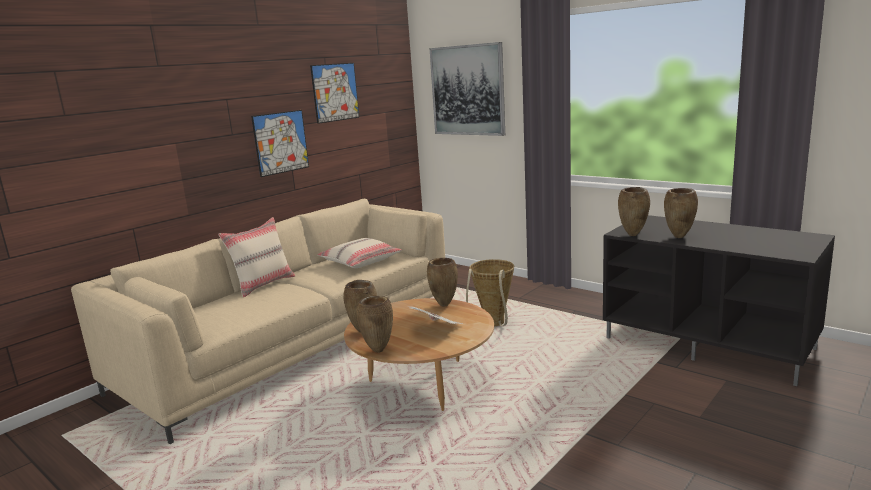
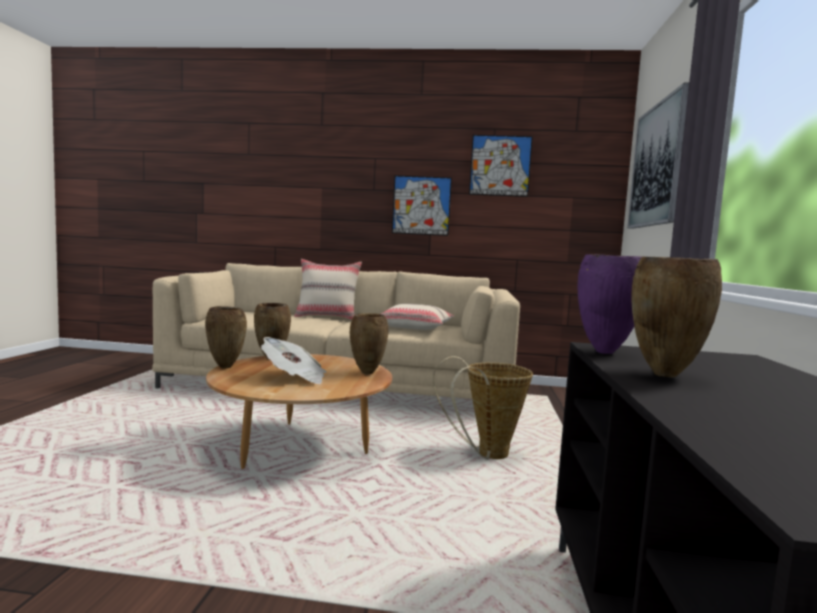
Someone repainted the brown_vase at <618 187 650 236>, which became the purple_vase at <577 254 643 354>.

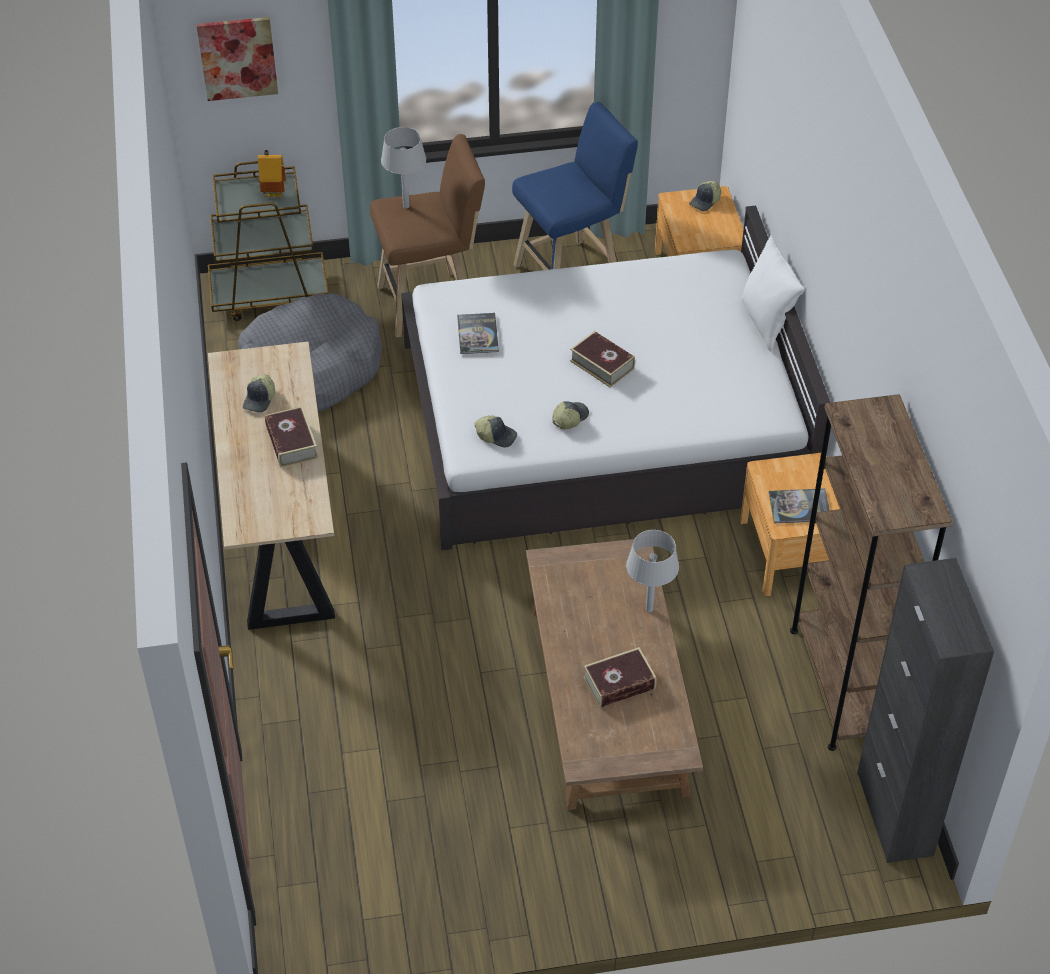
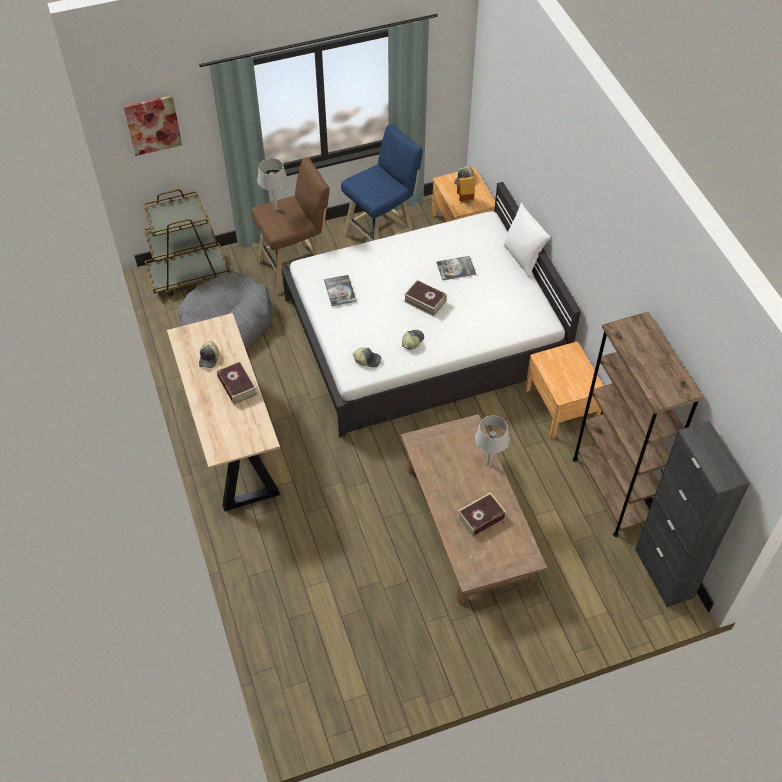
Someone carried the toy_house from <258 150 286 198> to <457 174 475 204>.
Someone carried the book from <769 488 830 523> to <437 256 476 280>.

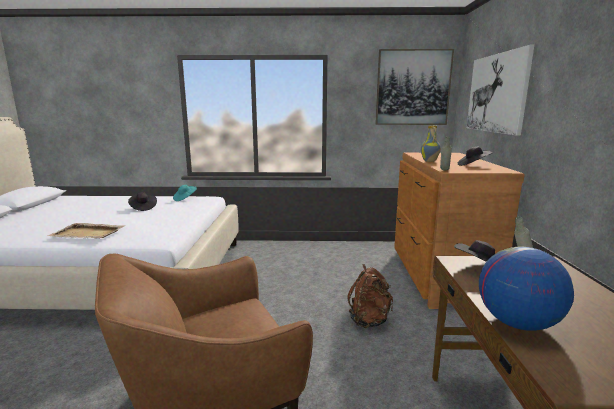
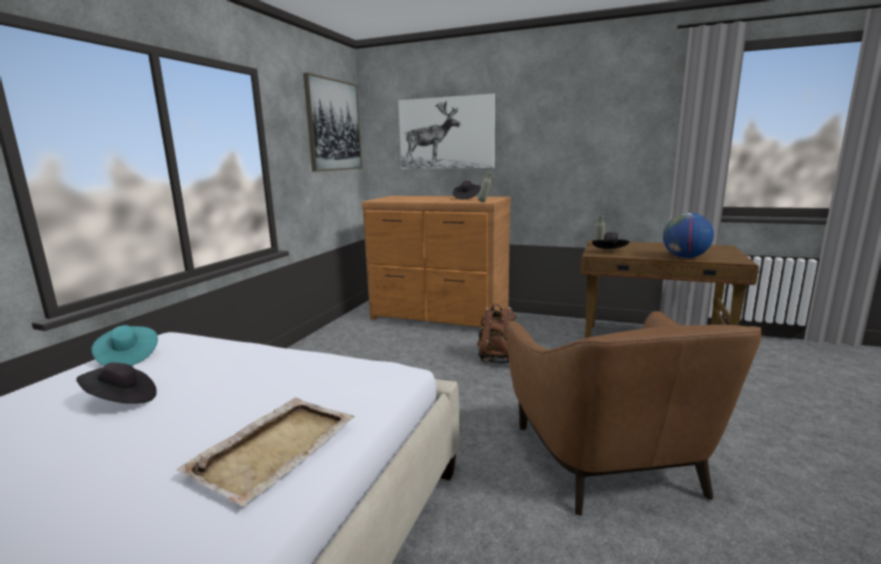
Someone took away the vase at <421 126 441 162>.

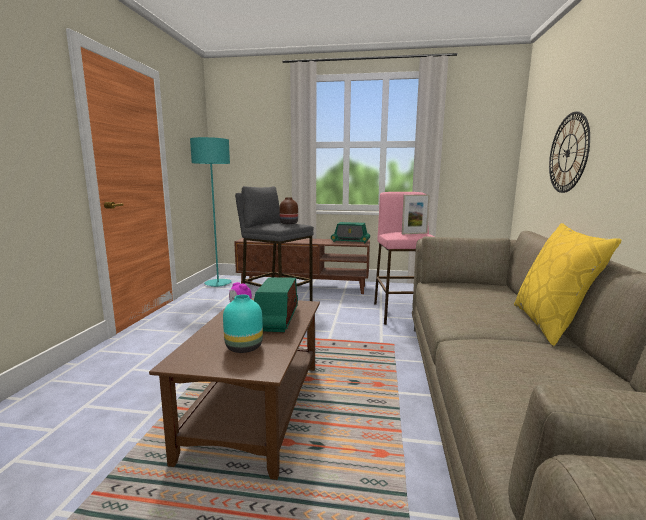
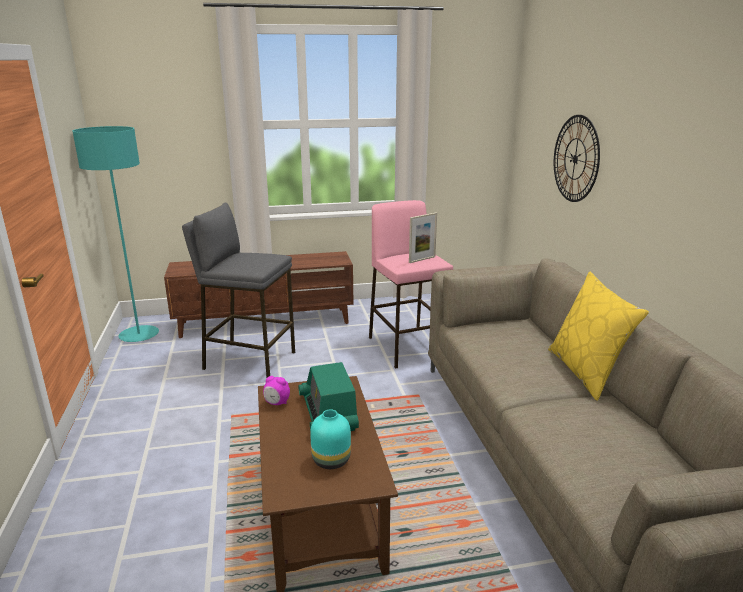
Someone took away the brown_vase at <279 197 298 224>.
Someone took away the radio at <331 222 370 243>.

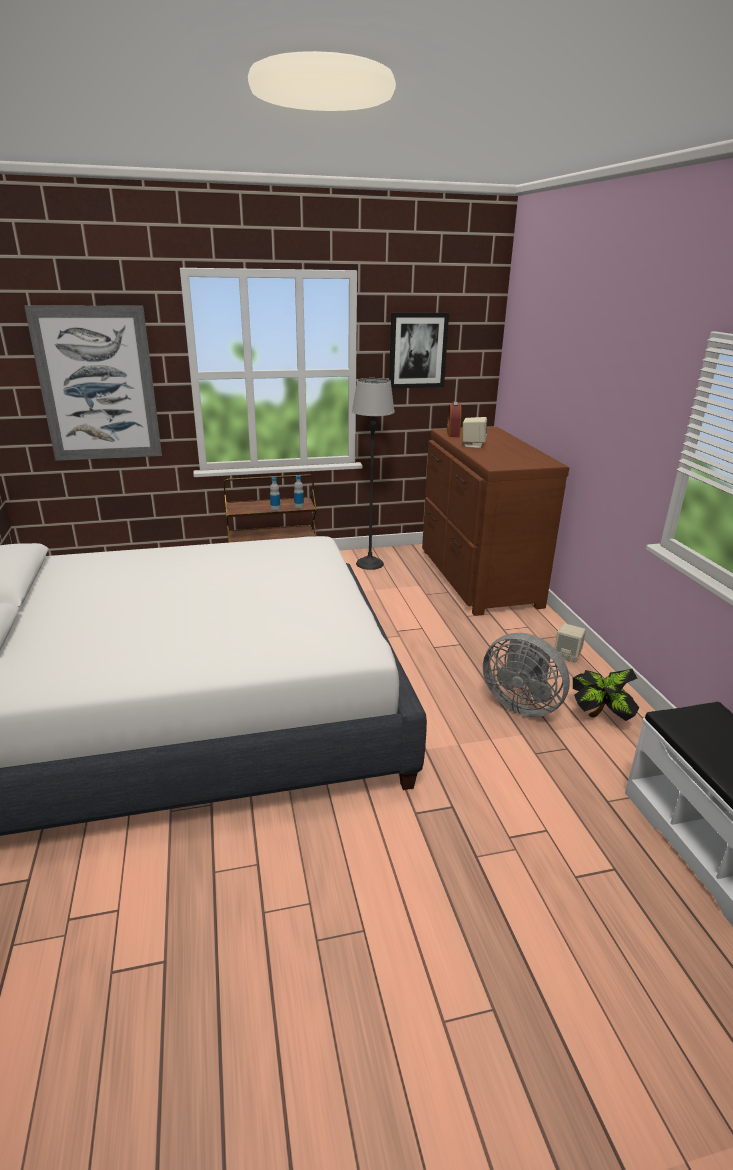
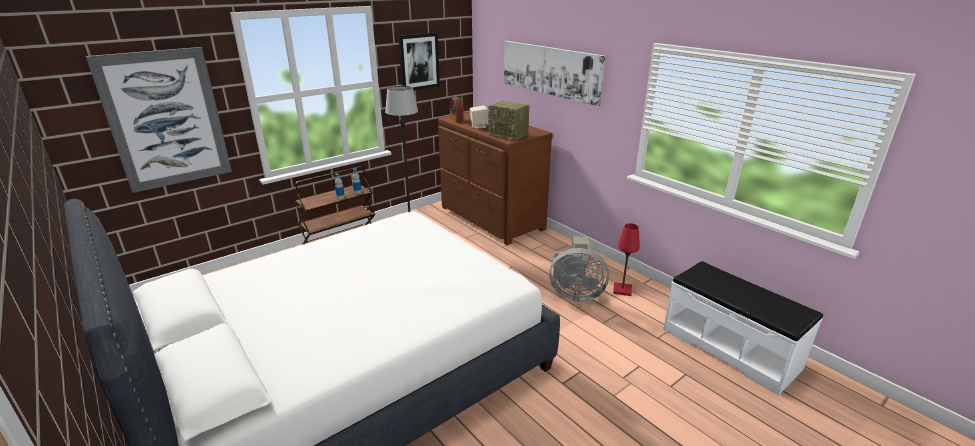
Someone swapped the potted_plant at <573 669 639 721> for the red_table_lamp at <613 223 640 296>.
Someone put down the radio at <489 101 529 141>.
Someone put up the picture at <504 41 605 106>.

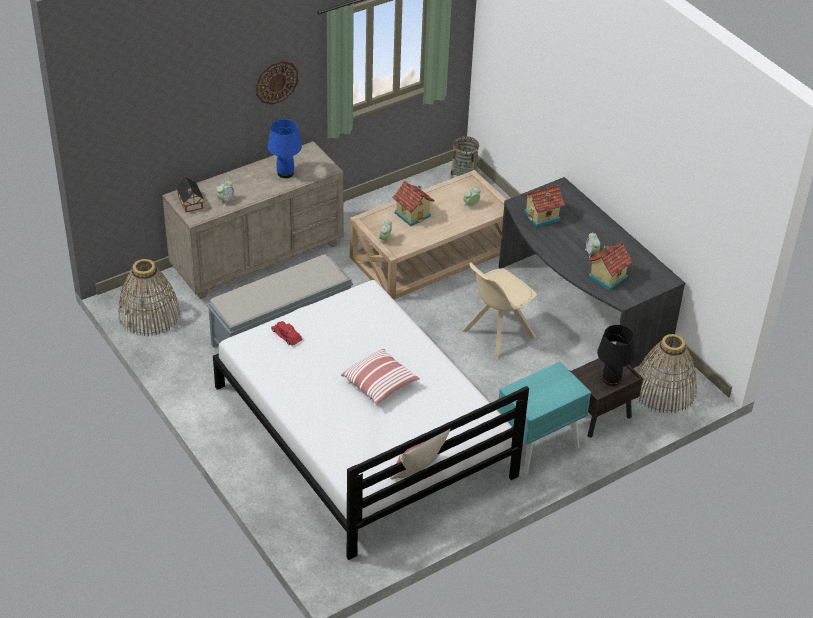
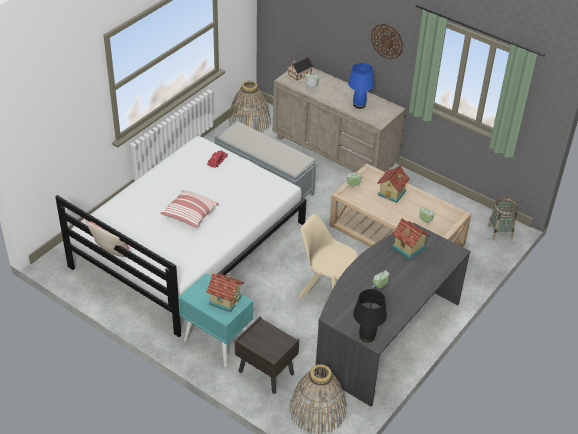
Someone carried the toy_house from <587 242 633 290> to <206 273 244 312>.
Someone carried the black_table_lamp from <597 325 635 386> to <353 289 387 342>.

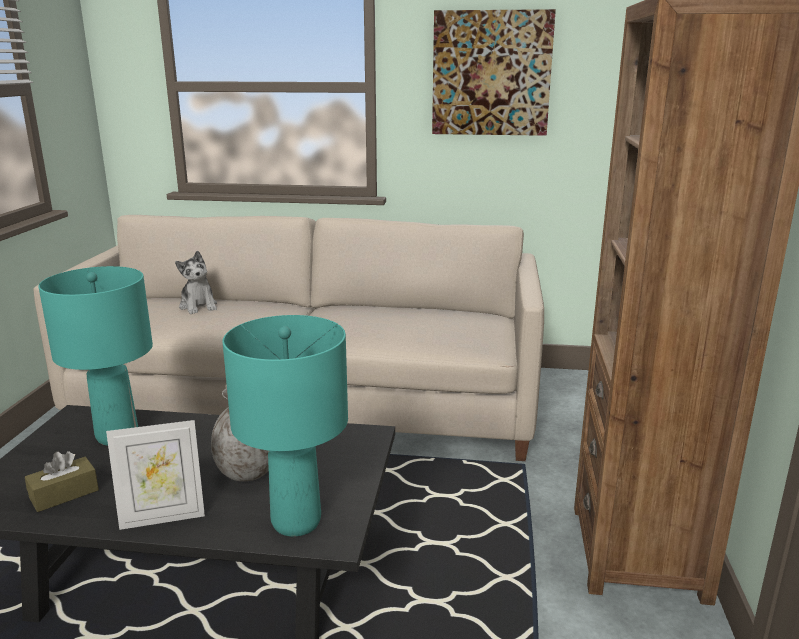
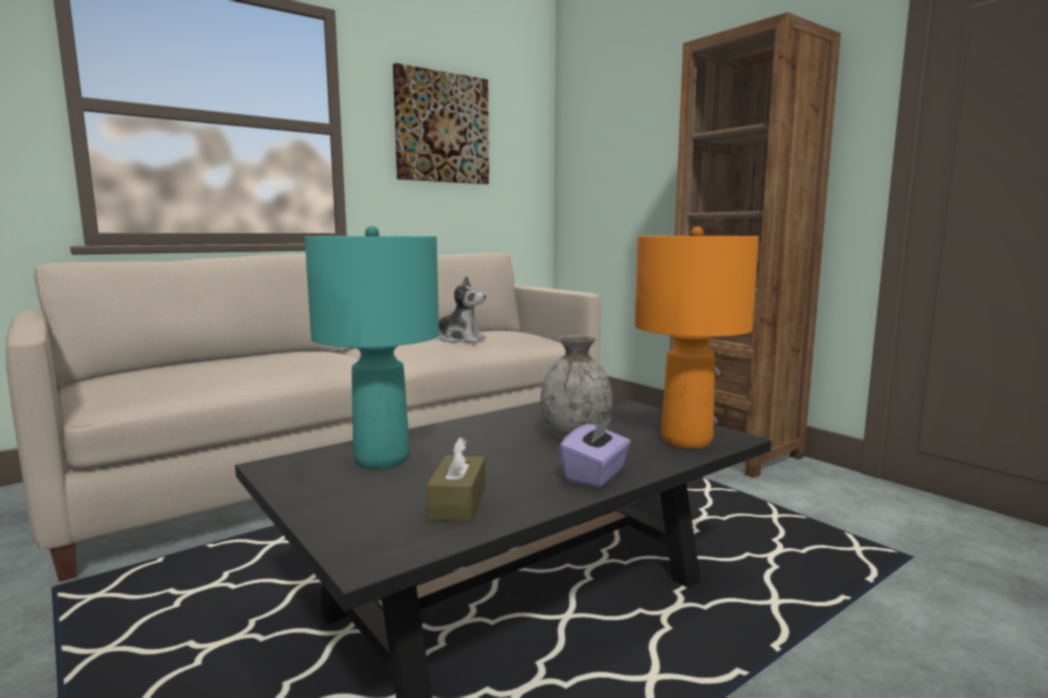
Someone swapped the picture_frame at <106 420 205 530> for the purple_tissue_box at <559 417 631 488>.
Someone carried the plush_toy from <175 251 217 314> to <439 276 486 343>.
Someone repainted the turquoise_table_lamp at <223 315 348 537>, which became the orange_table_lamp at <635 227 759 449>.

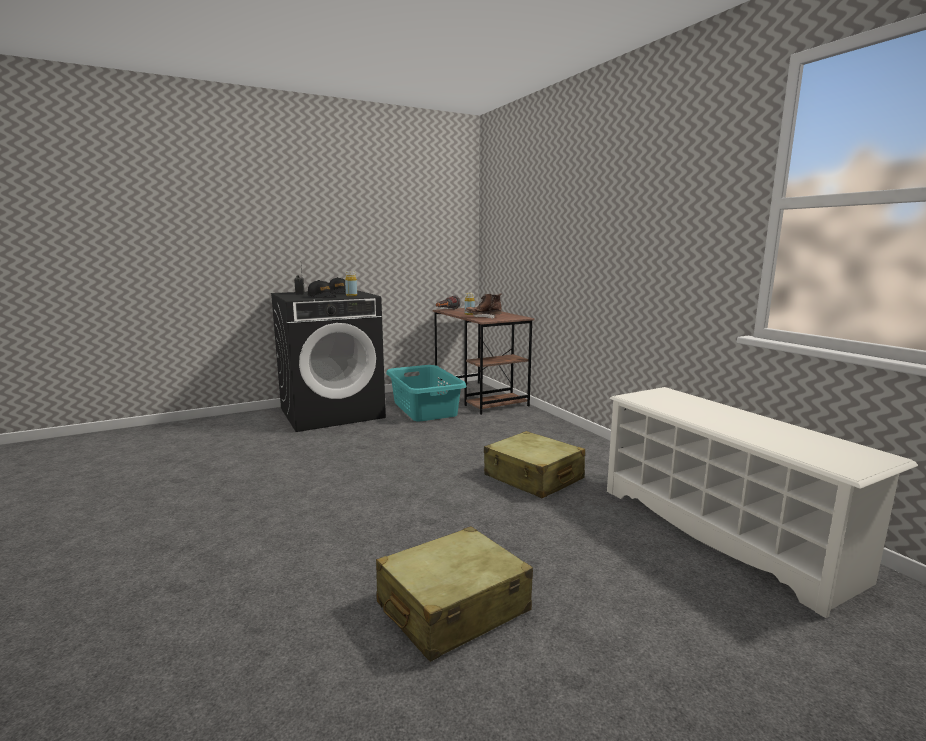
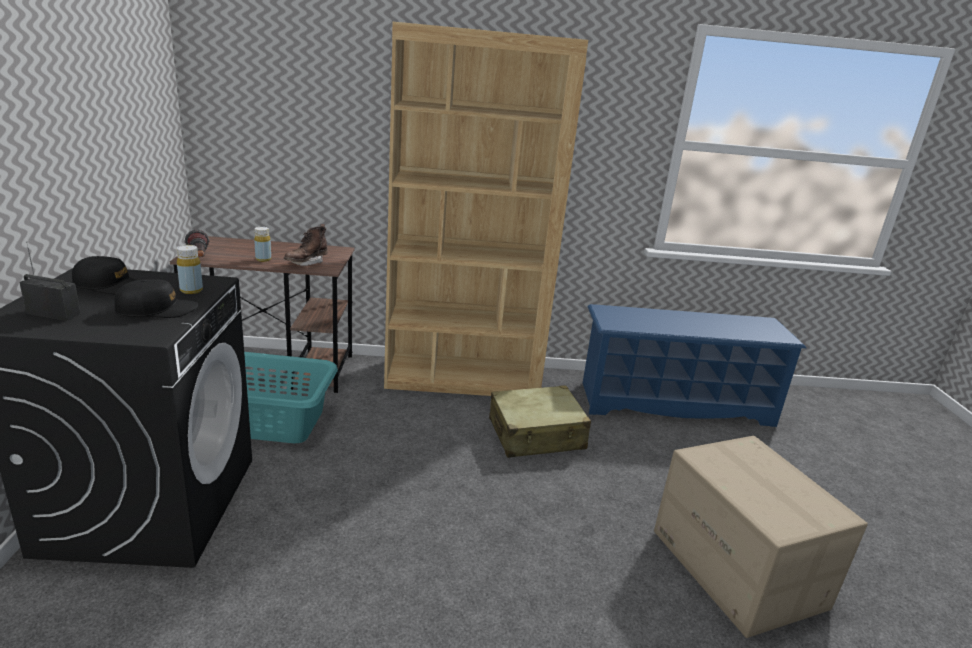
Someone swapped the beige_suitcase at <376 526 533 662> for the cardboard_box at <654 436 868 638>.
Someone repainted the white_shoe_rack at <607 387 918 618>, which became the blue_shoe_rack at <583 304 806 427>.
Someone put down the brown_bookcase at <384 22 588 396>.

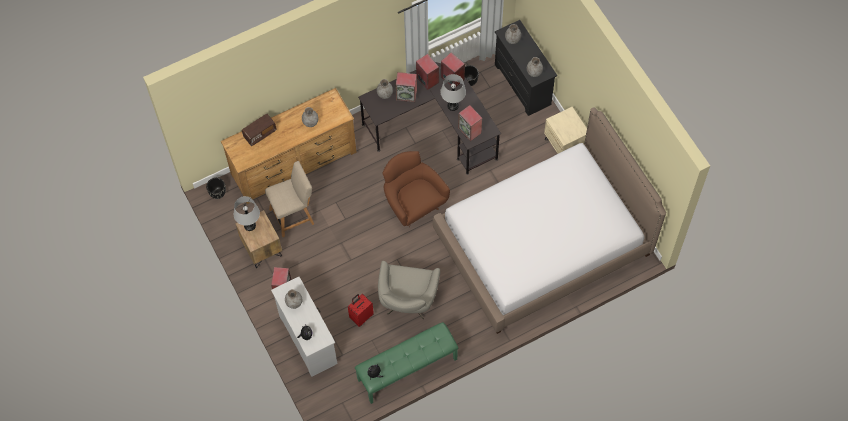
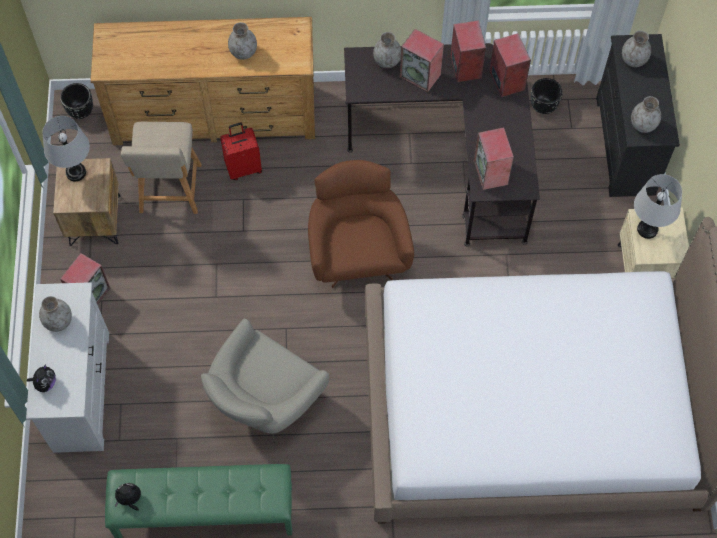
Someone took away the radio at <242 114 277 146>.
Someone rotated the beige_chair at <265 161 314 237> by 90 degrees clockwise.
Someone carried the red_suitcase from <348 294 374 327> to <220 122 262 180>.
Someone carried the grey_table_lamp from <441 74 466 111> to <634 174 682 239>.

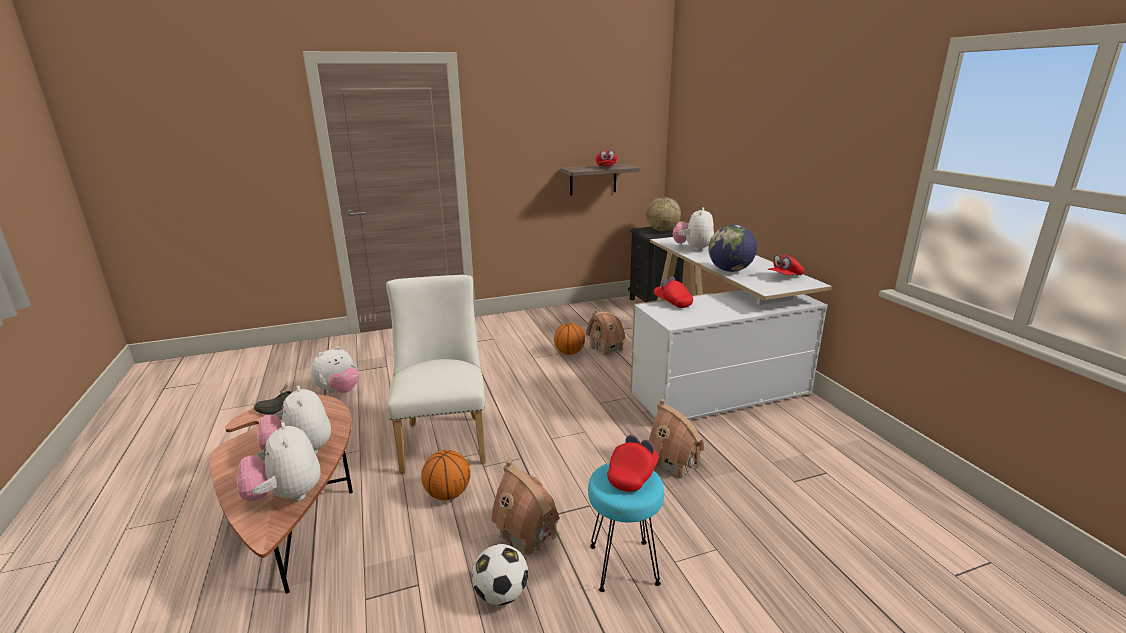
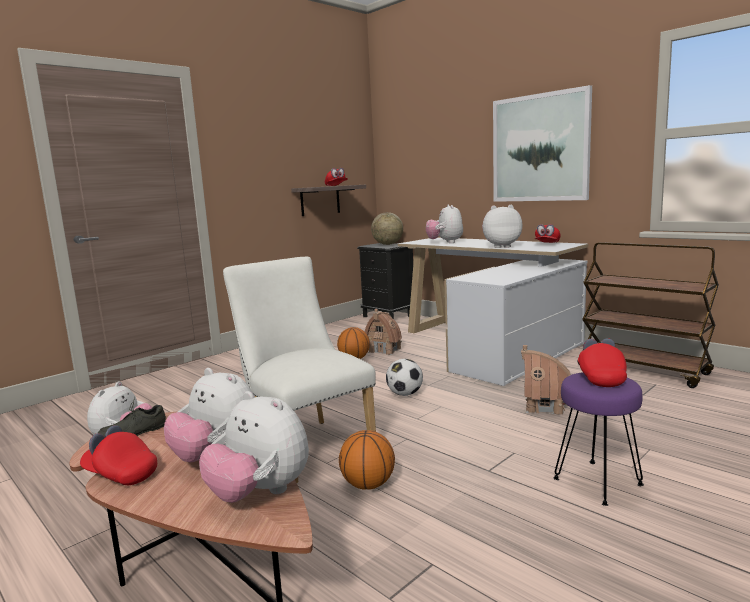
Someone carried the football from <472 544 528 605> to <386 359 423 396>.
Someone took away the toy_house at <491 460 560 557>.
Someone repainted the turquoise_stool at <588 463 664 592>, which became the purple_stool at <553 372 644 506>.
Someone carried the red_cap from <654 277 693 308> to <80 425 157 485>.
Someone swapped the globe at <709 225 757 272> for the plush_toy at <482 205 522 248>.
Someone put up the picture at <493 85 592 202>.
Someone put down the brown_cart at <577 242 719 388>.

